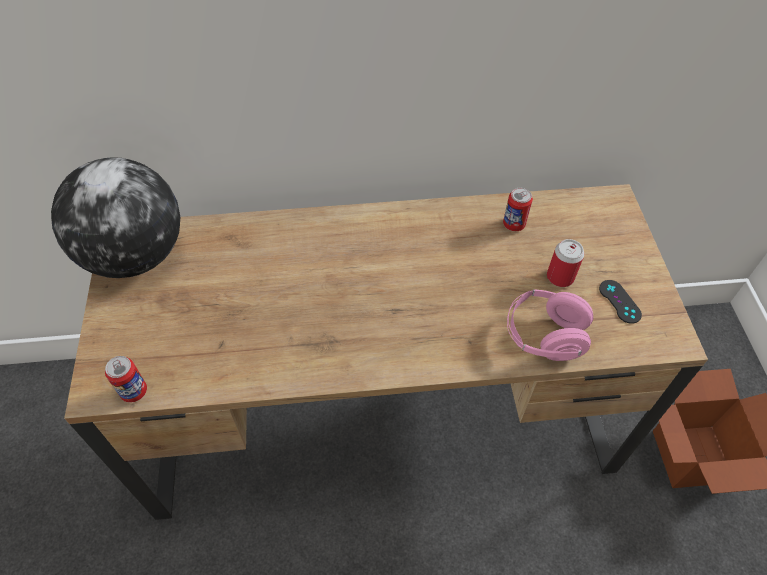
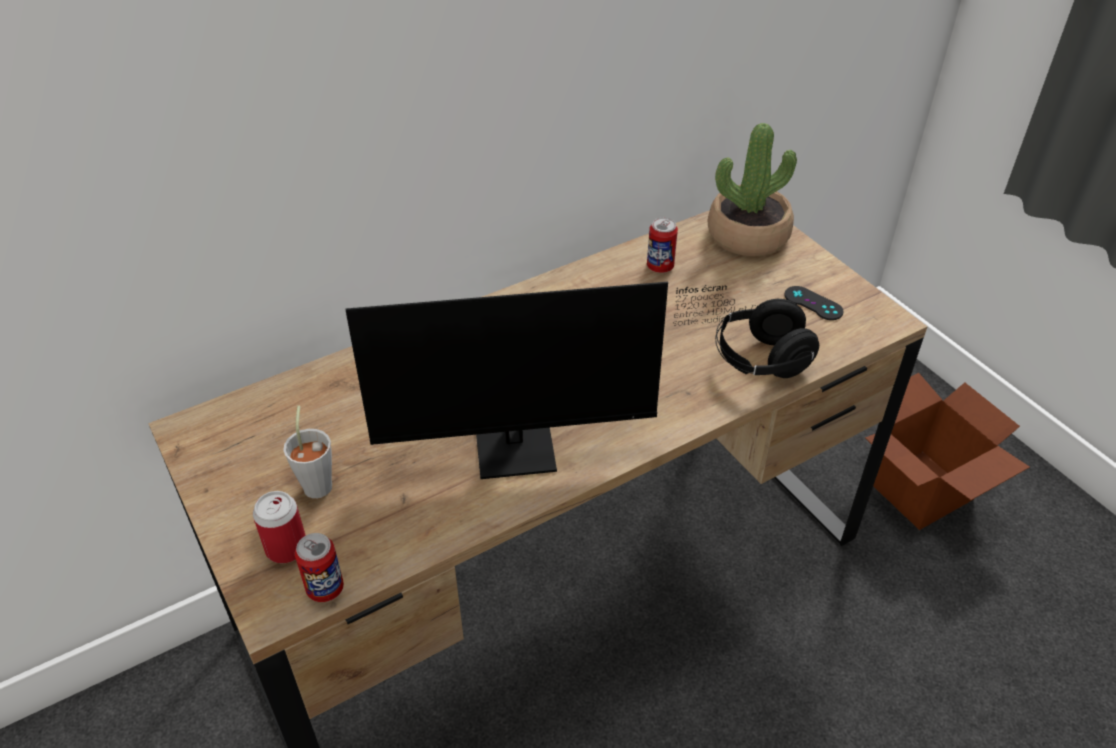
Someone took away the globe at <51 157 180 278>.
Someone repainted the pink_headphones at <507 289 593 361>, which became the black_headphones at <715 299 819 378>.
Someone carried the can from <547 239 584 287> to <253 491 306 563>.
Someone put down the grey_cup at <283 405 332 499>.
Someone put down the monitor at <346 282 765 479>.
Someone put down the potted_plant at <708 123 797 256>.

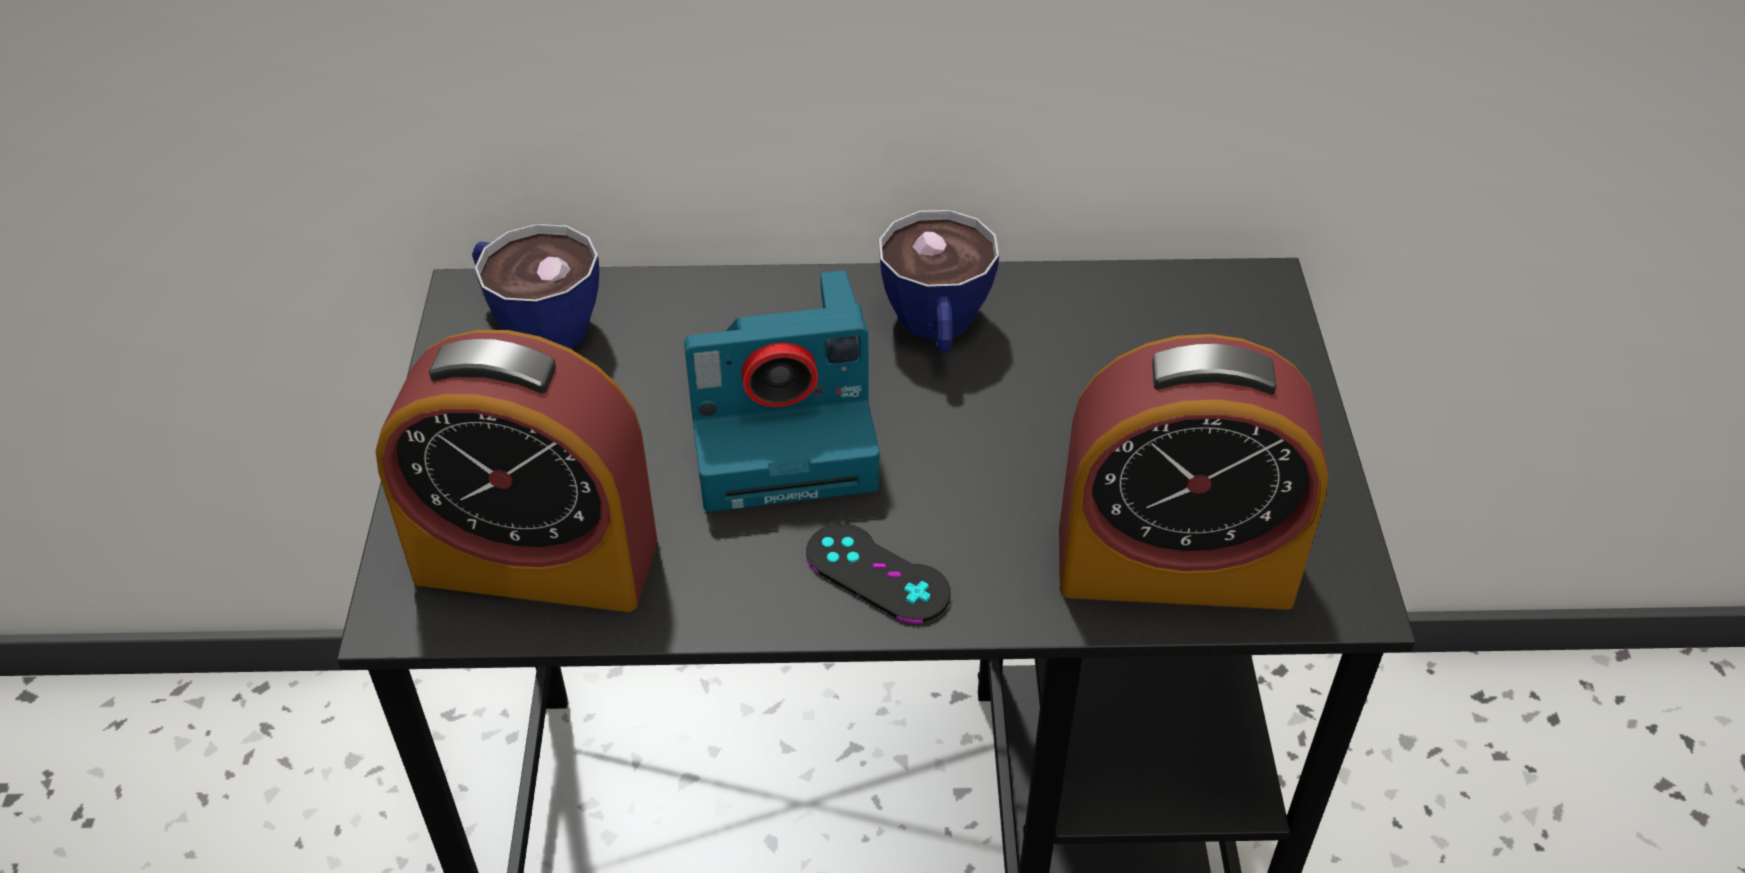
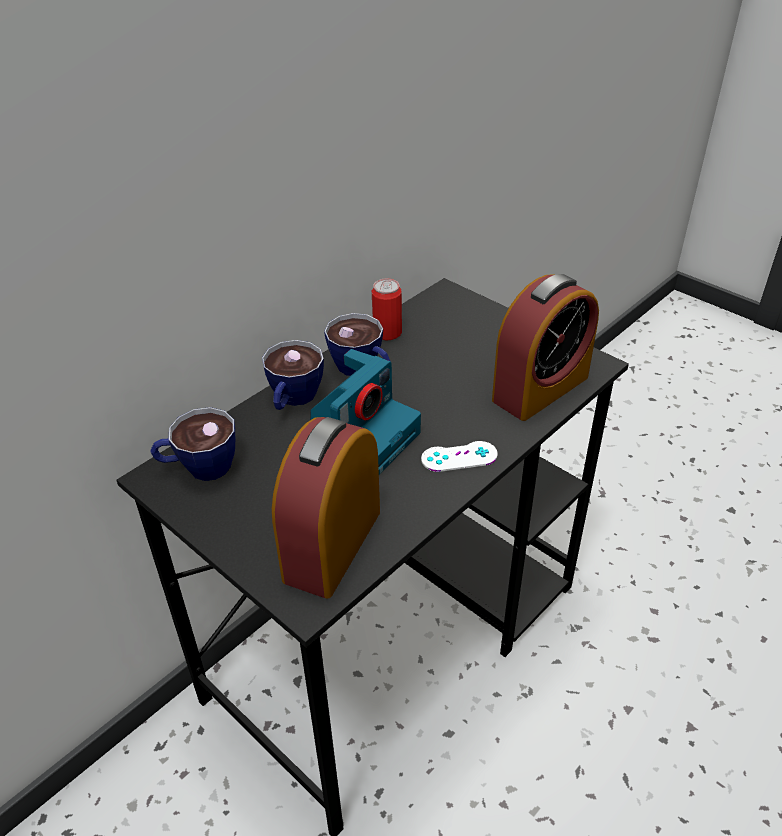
Someone rotated the alarm_clock at <376 330 658 612> by 150 degrees clockwise.
Someone repainted the black_game_controller at <806 523 951 623>, which became the white_game_controller at <421 441 498 472>.
Someone put down the cup at <262 340 324 410>.
Someone put down the can at <372 279 402 340>.

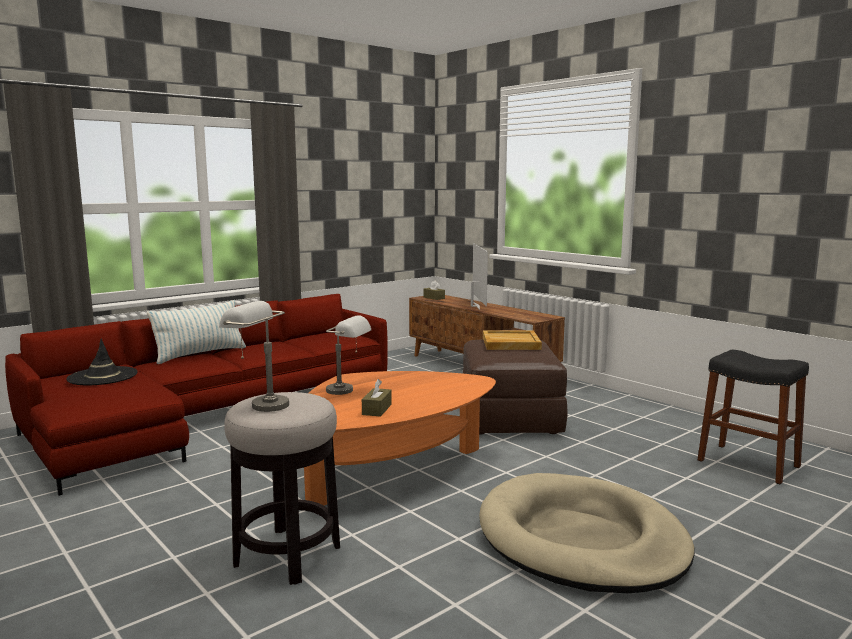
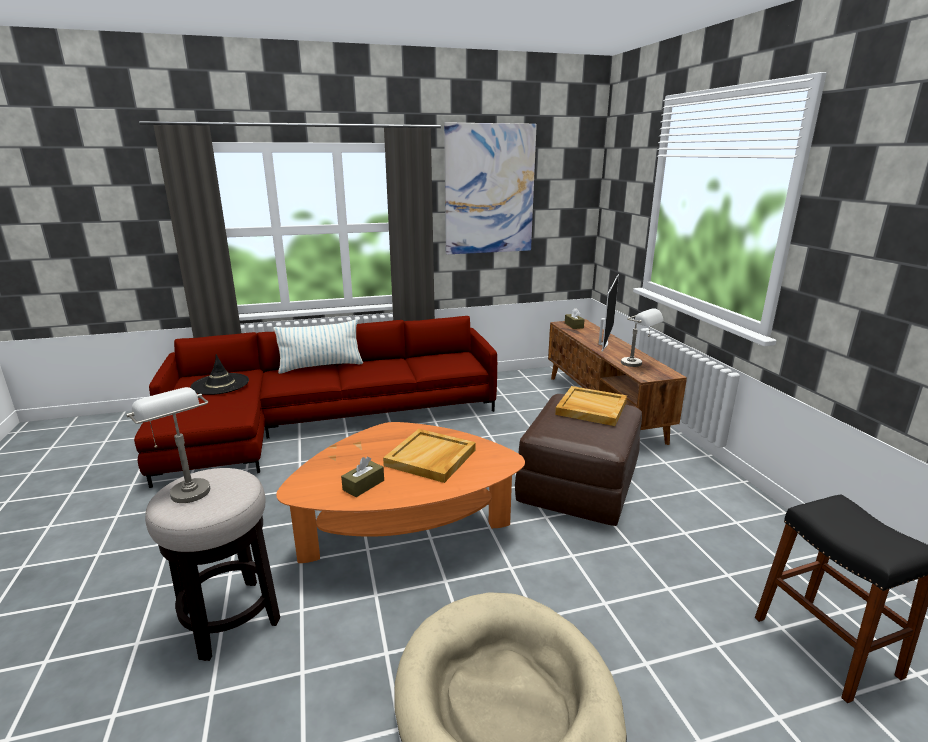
Someone carried the grey_table_lamp from <326 315 371 395> to <621 308 664 367>.
Someone put down the beige_tray at <383 429 476 483>.
Someone put up the picture at <444 122 537 254>.

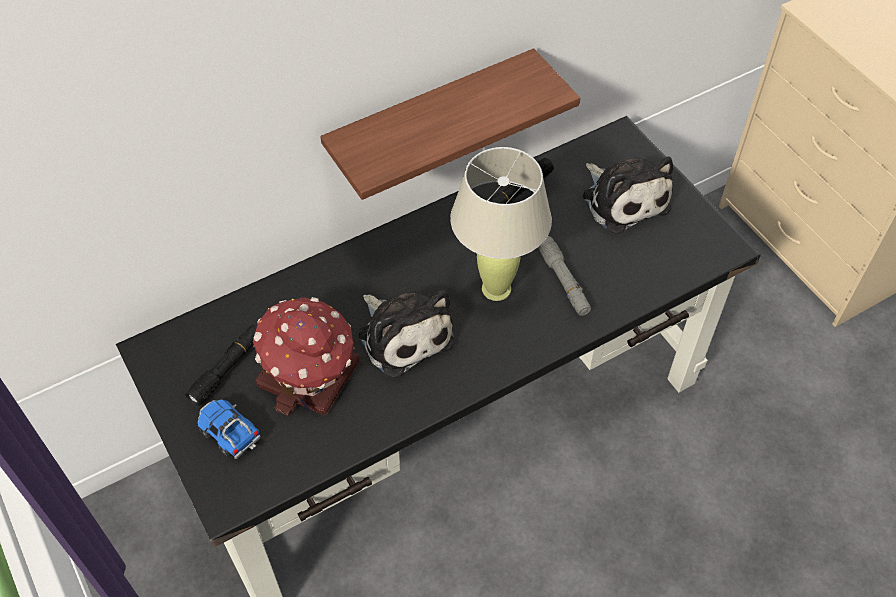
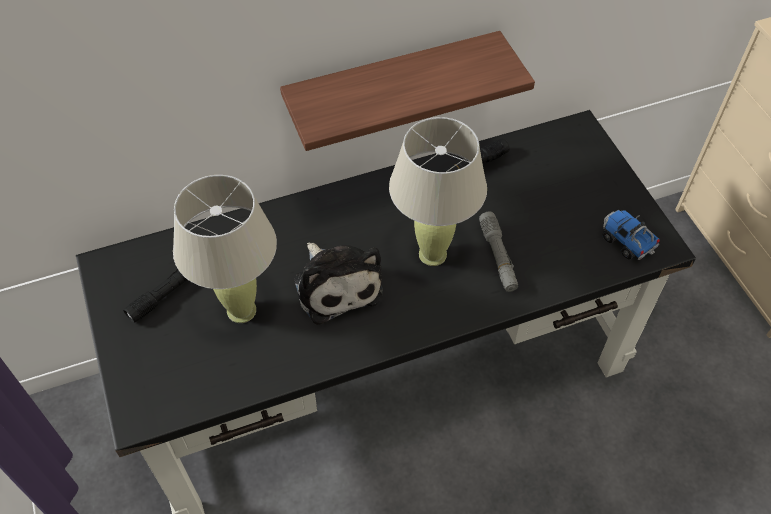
Someone carried the toy_truck from <198 400 261 459> to <602 210 660 260>.
Someone swapped the toy_house at <253 297 359 416> for the beige_table_lamp at <173 175 277 323>.
Someone took away the plush_toy at <583 156 673 234>.

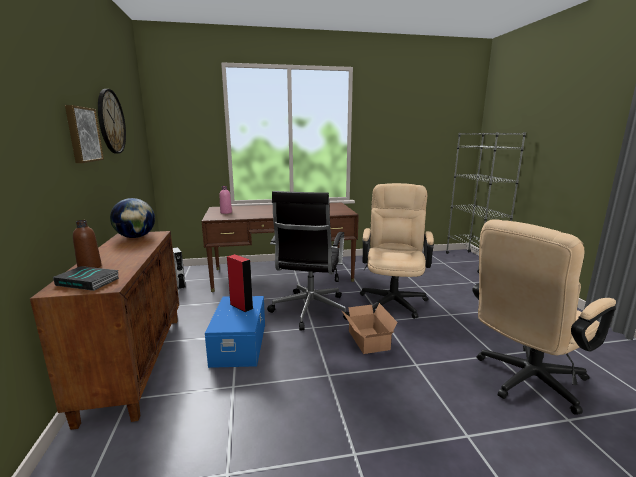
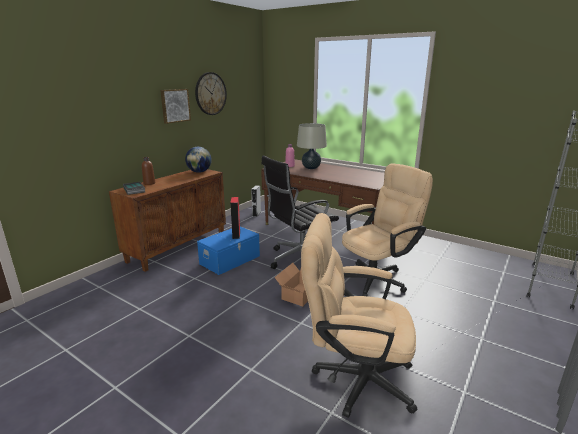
Someone put down the beige_table_lamp at <297 123 327 169>.

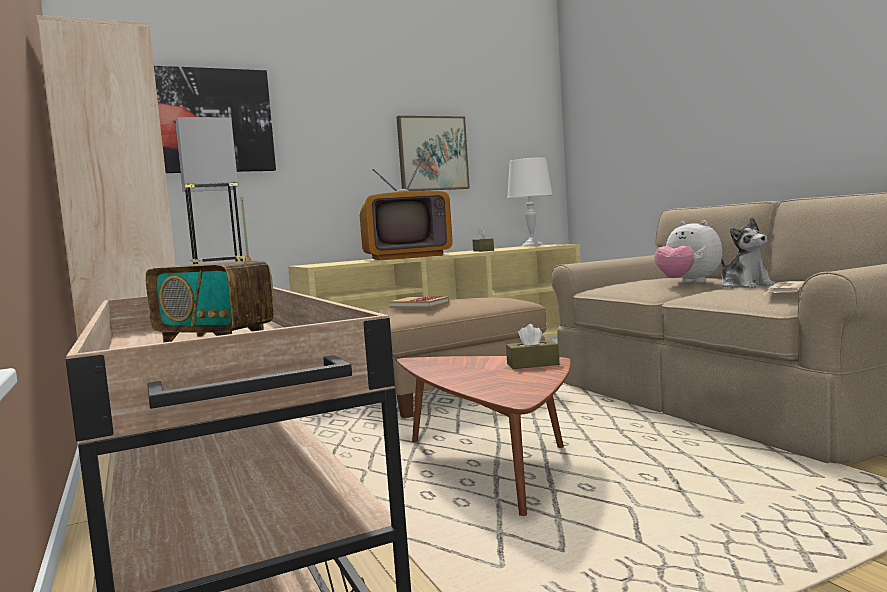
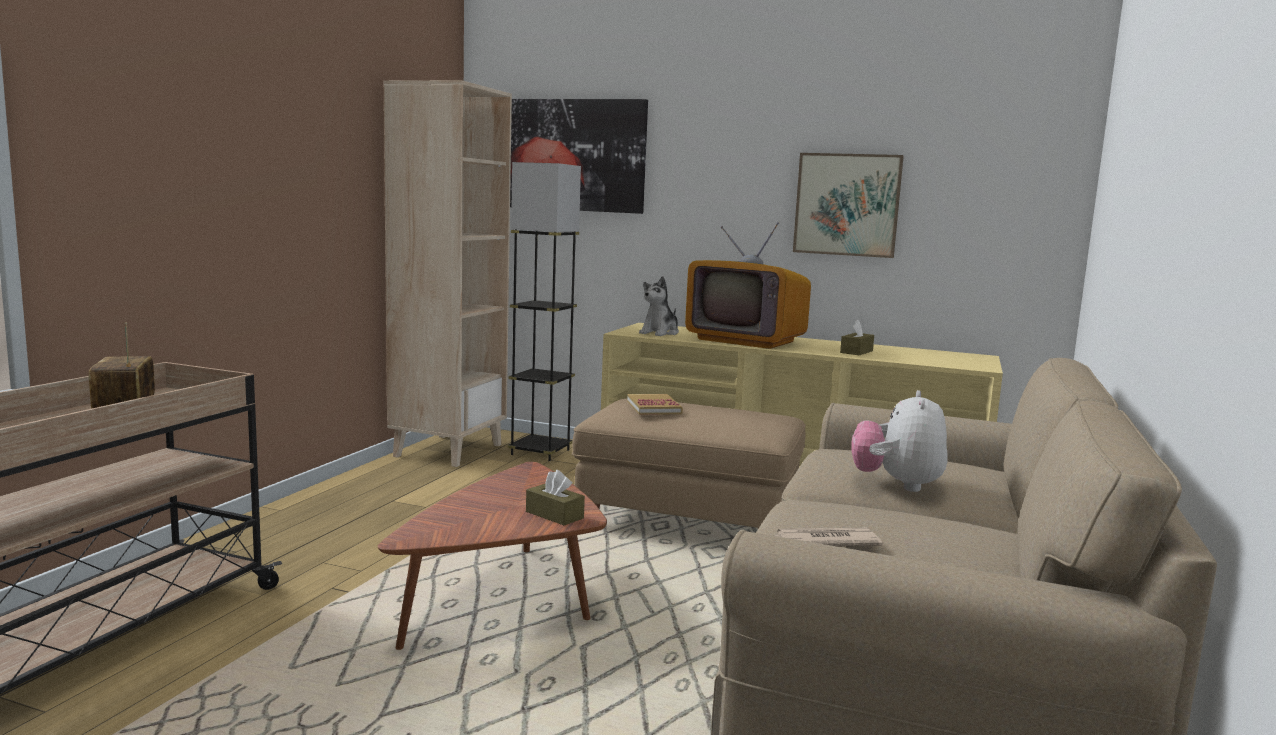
Someone took away the white_table_lamp at <507 158 553 247>.
Someone carried the plush_toy from <721 217 775 288> to <639 276 679 336>.

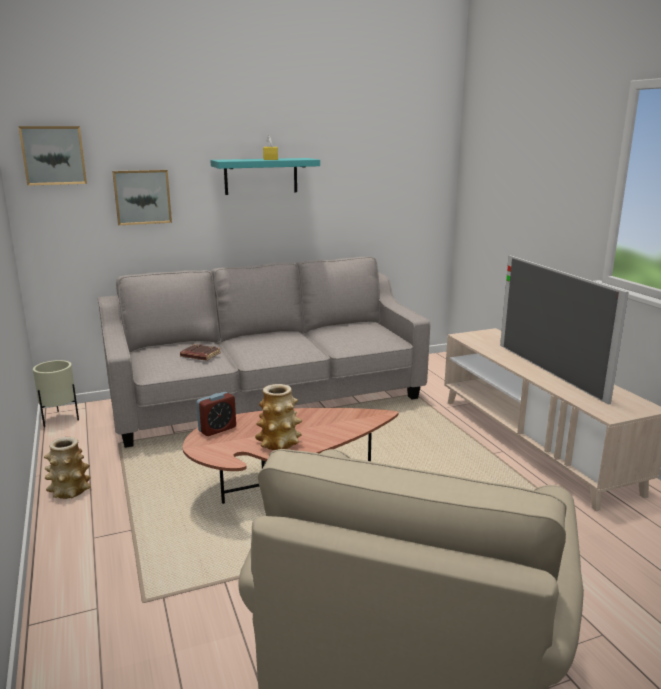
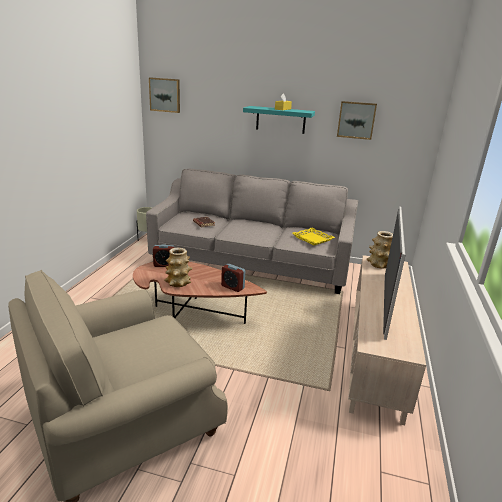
Someone carried the vase from <44 437 91 499> to <367 231 393 269>.
Someone carried the picture from <112 170 172 225> to <337 101 377 140>.
Someone put down the alarm_clock at <221 264 245 292>.
Someone put down the yellow_tray at <292 228 335 245>.

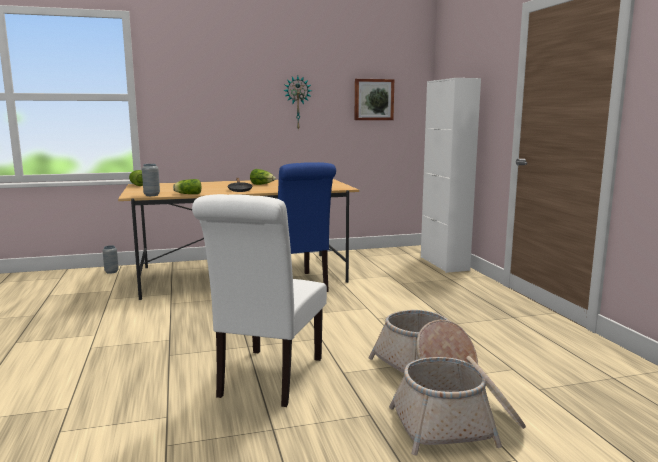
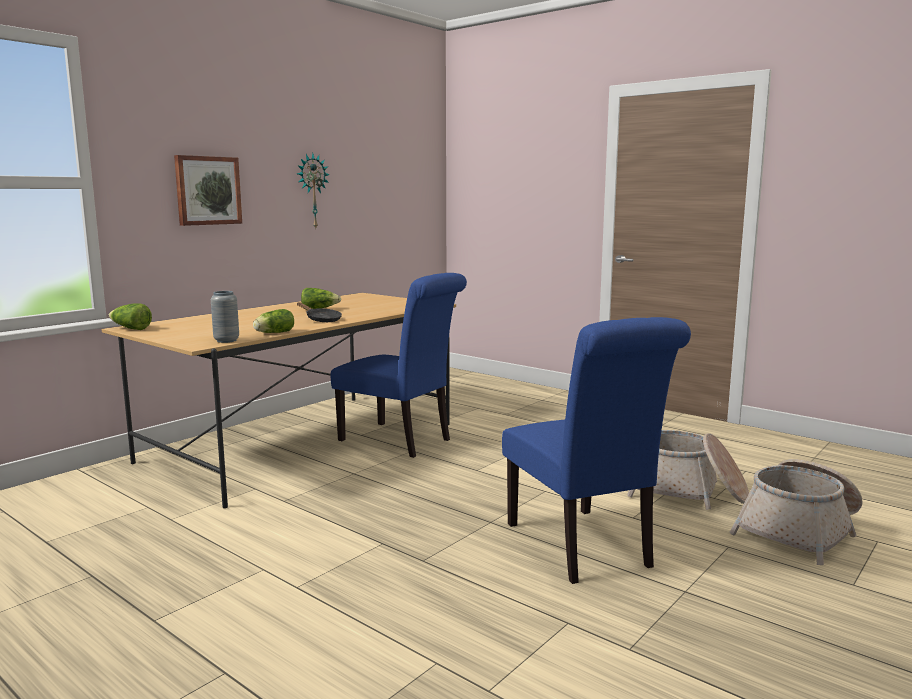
Someone took away the grey_vase at <103 245 119 274>.
Someone repainted the white_chair at <192 194 327 407>, which became the blue_chair at <502 317 691 584>.
Someone carried the picture from <355 79 394 120> to <174 155 242 226>.
Someone took away the white_cabinet at <421 78 481 273>.

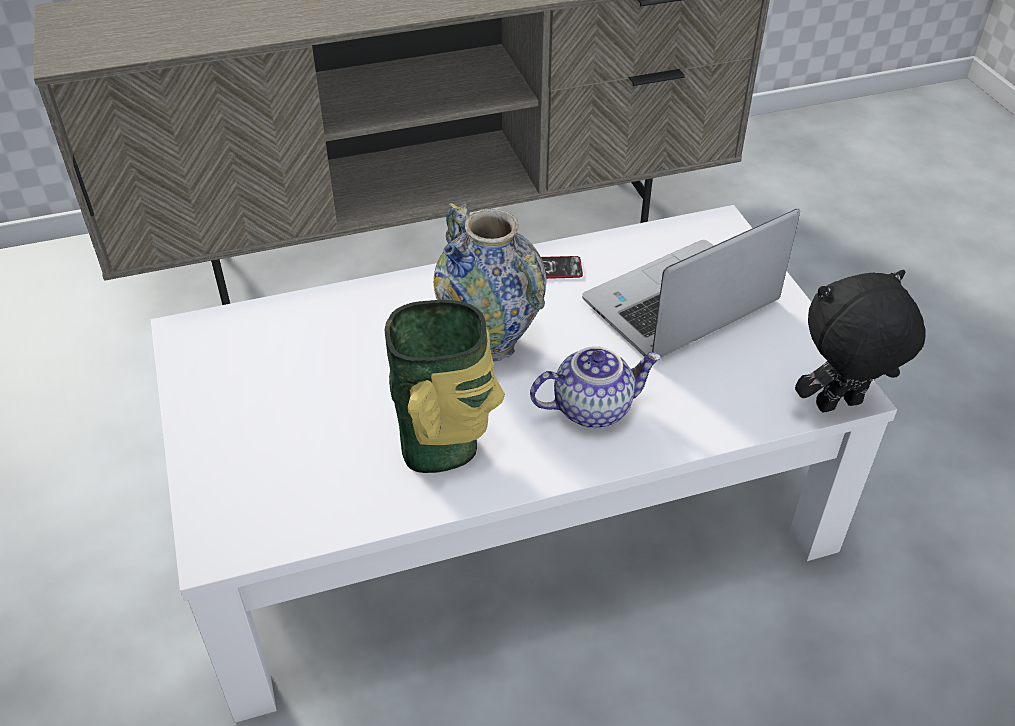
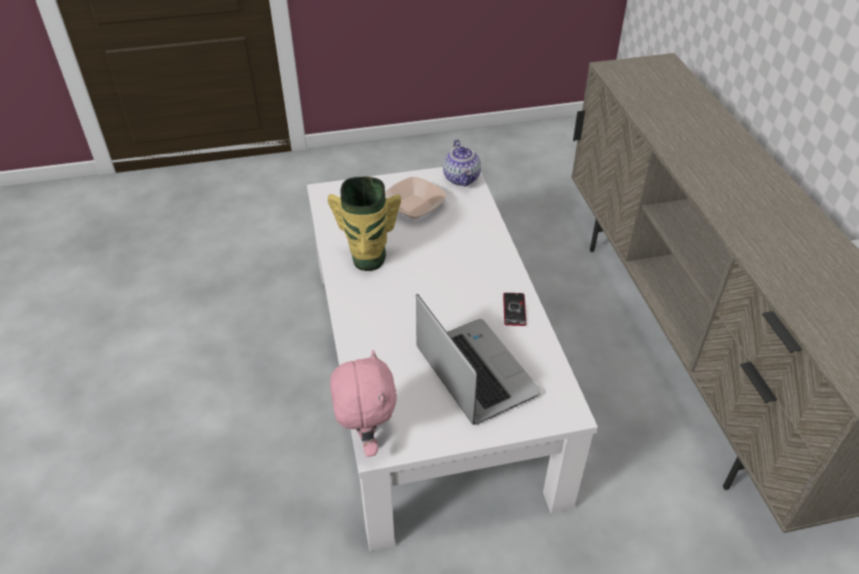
Someone took away the vase at <434 203 546 362>.
Someone carried the teapot from <530 346 661 428> to <443 139 481 187>.
Someone repainted the black_plush_toy at <795 270 926 413>, which became the pink_plush_toy at <330 350 397 457>.
Someone put down the bowl at <385 177 447 219>.

